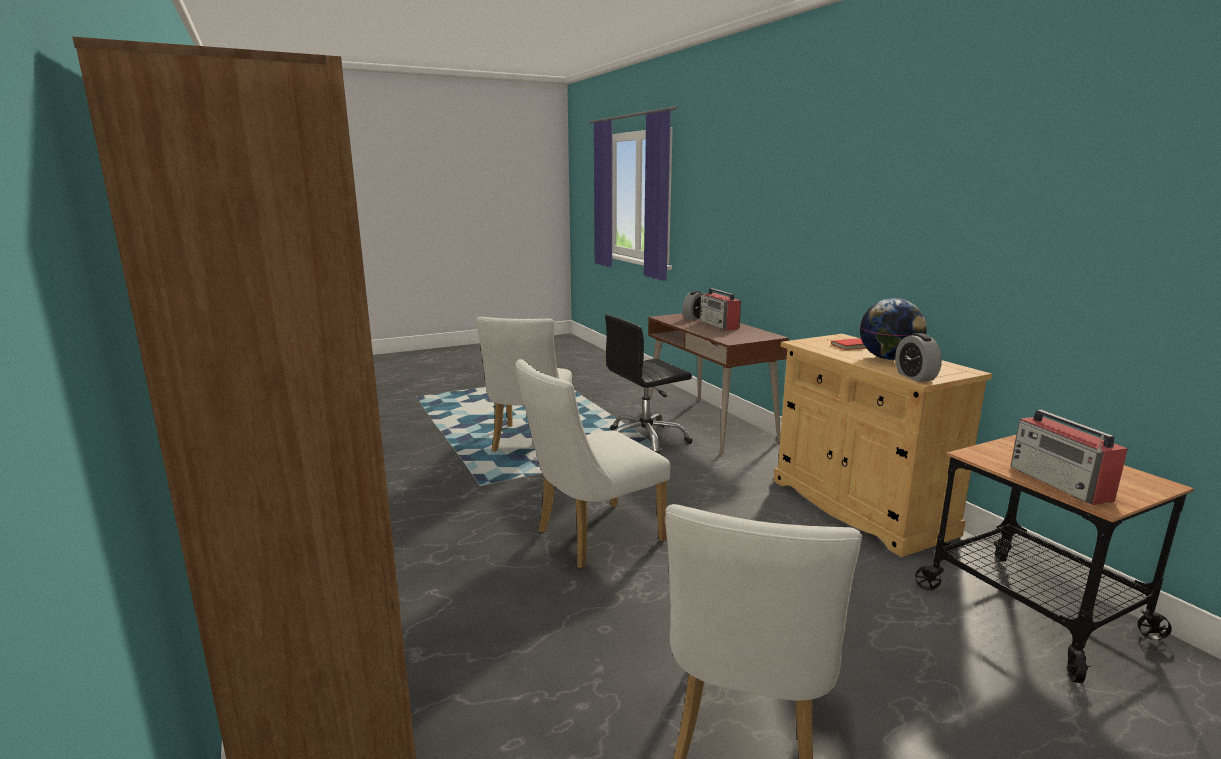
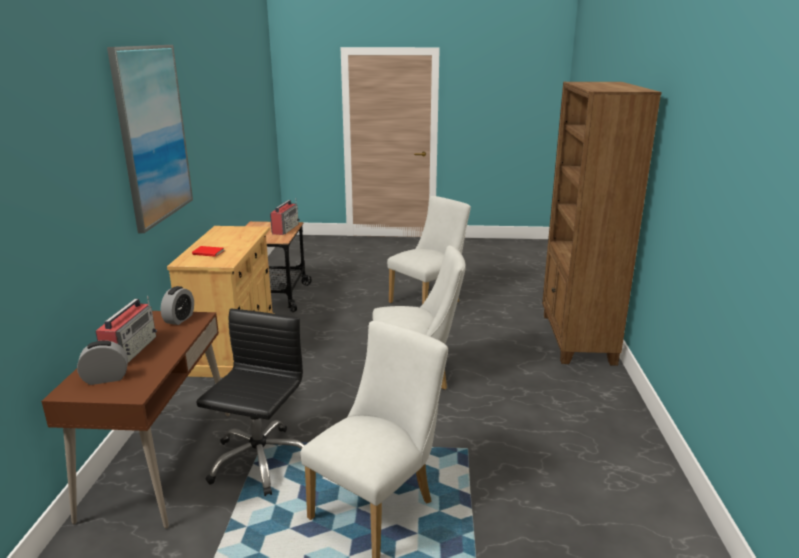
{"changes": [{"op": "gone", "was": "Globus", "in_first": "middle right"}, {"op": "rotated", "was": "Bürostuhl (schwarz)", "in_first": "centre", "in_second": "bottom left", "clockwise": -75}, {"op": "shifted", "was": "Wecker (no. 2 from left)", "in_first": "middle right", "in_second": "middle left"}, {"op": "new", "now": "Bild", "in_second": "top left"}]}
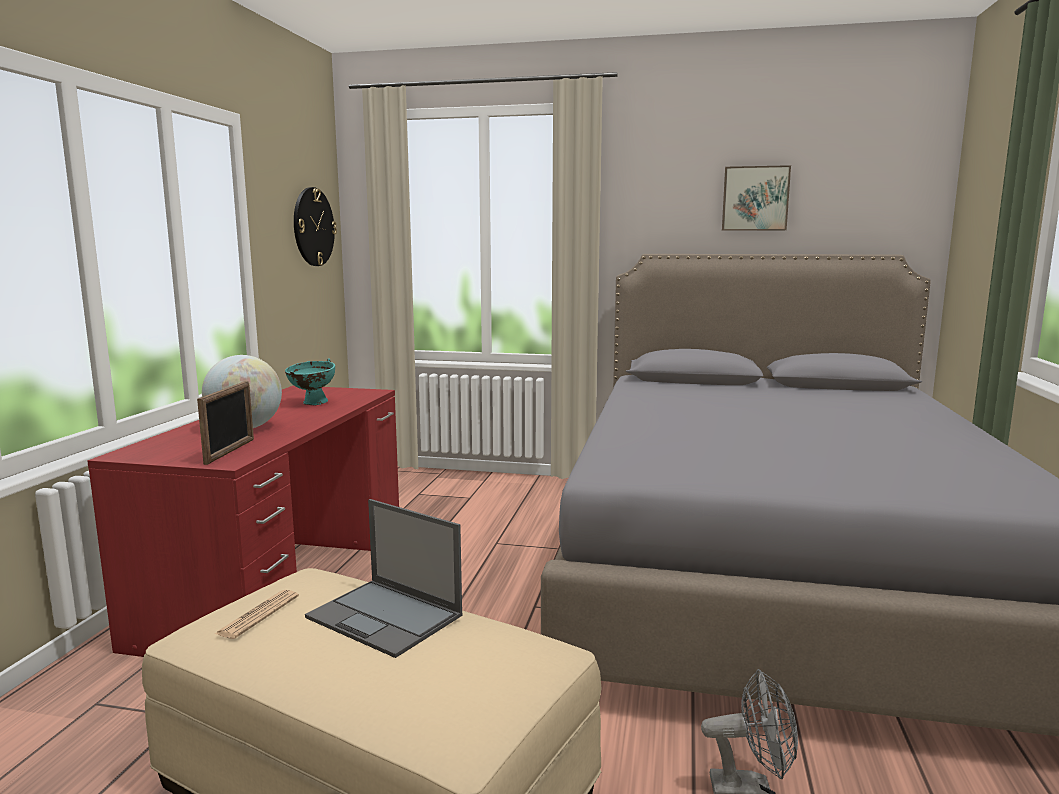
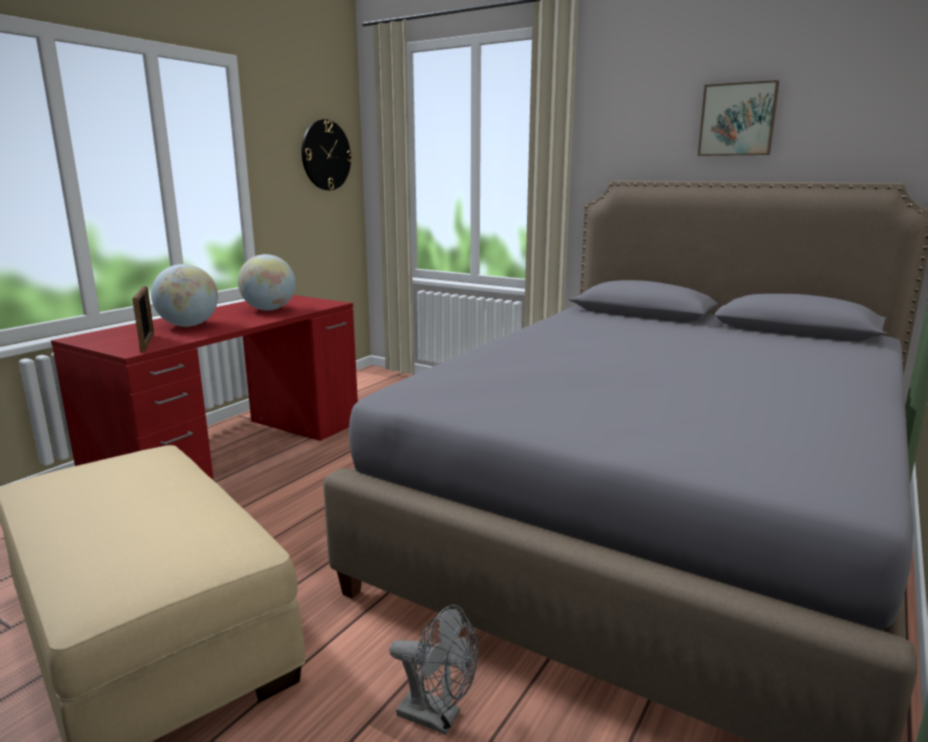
{"changes": [{"op": "swapped", "was": "Schüssel (türkis)", "now": "Globus (no. 2 from left)", "in_first": "middle left", "in_second": "middle left"}, {"op": "rotated", "was": "Bilderrahmen", "in_first": "middle left", "in_second": "middle left", "clockwise": -45}, {"op": "gone", "was": "Laptop", "in_first": "bottom centre"}, {"op": "gone", "was": "Zeitung", "in_first": "bottom left"}]}
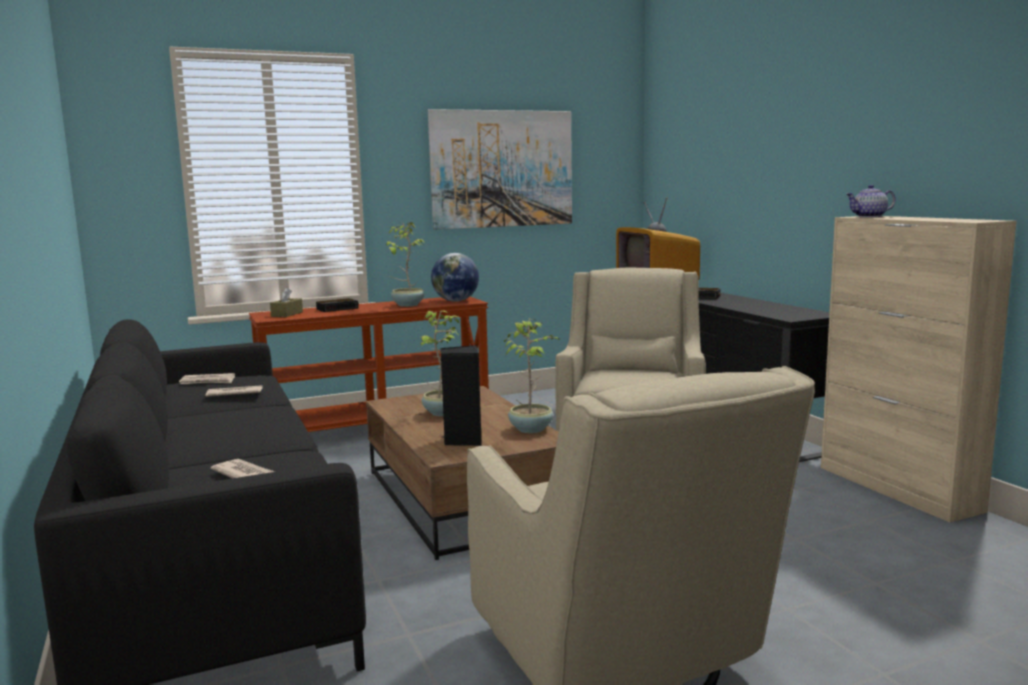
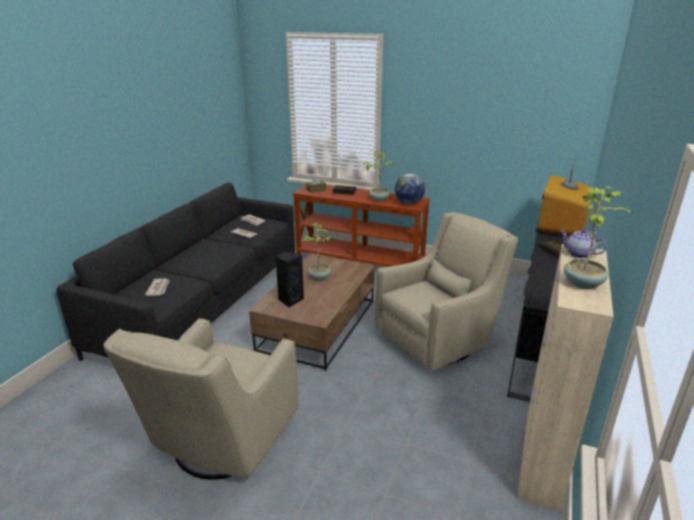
{"changes": [{"op": "gone", "was": "Bild", "in_first": "top centre"}, {"op": "shifted", "was": "Topfpflanze (no. 3 from left)", "in_first": "centre", "in_second": "middle right"}]}
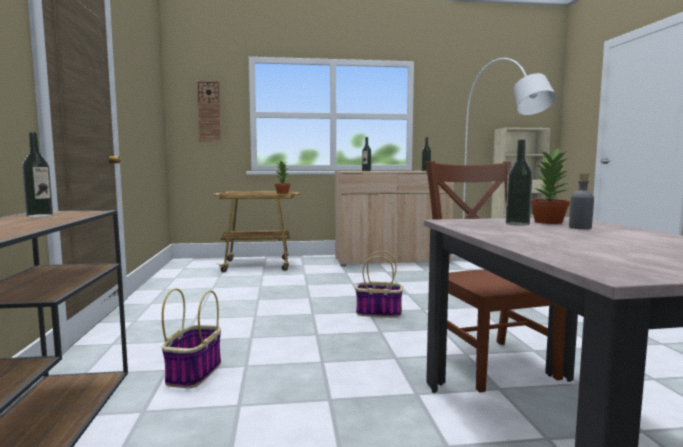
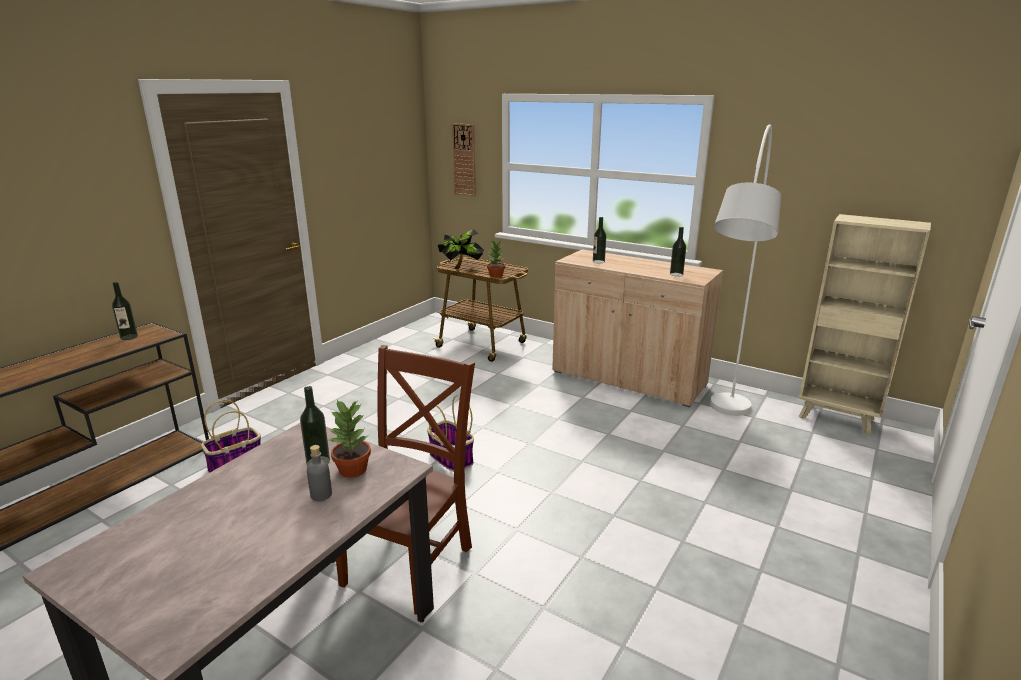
{"changes": [{"op": "new", "now": "Topfpflanze (no. 2 from left)", "in_second": "centre"}]}
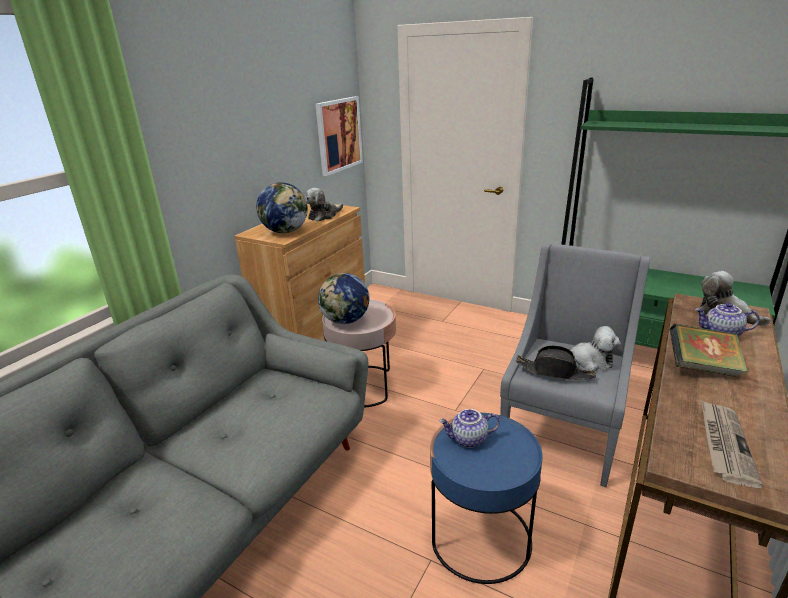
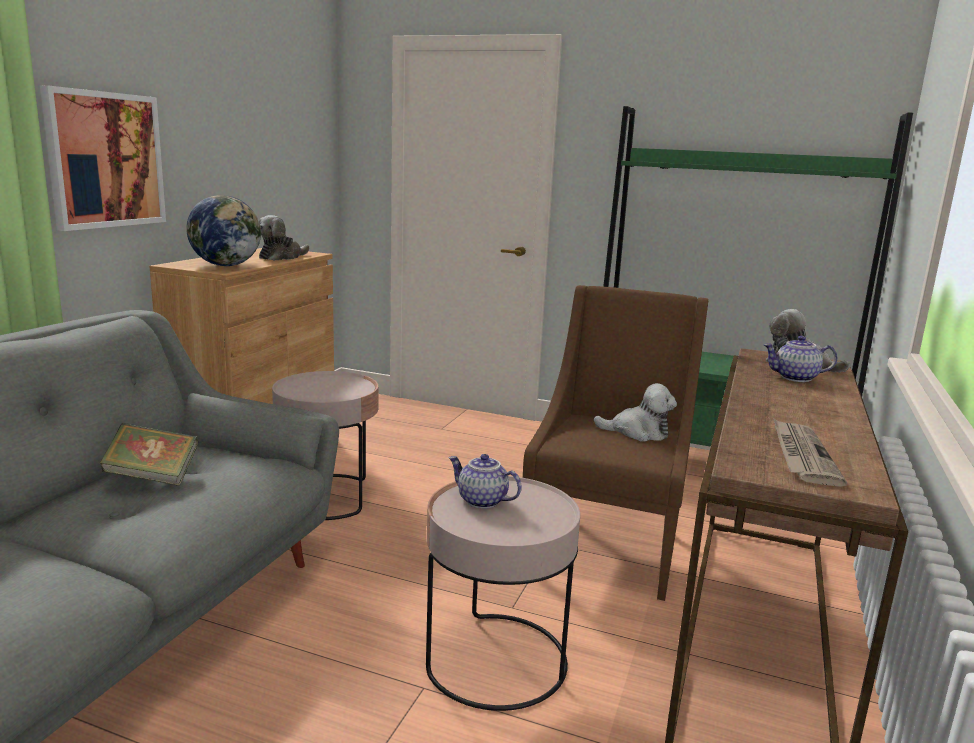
{"changes": [{"op": "shifted", "was": "Bild", "in_first": "top centre", "in_second": "top left"}, {"op": "repainted", "was": "Sessel (grau)", "now": "Sessel (braun)", "in_first": "middle right", "in_second": "centre"}, {"op": "gone", "was": "Globus (no. 2 from left)", "in_first": "centre"}, {"op": "shifted", "was": "Buch", "in_first": "middle right", "in_second": "middle left"}, {"op": "gone", "was": "Hut (schwarz)", "in_first": "middle right"}, {"op": "rotated", "was": "Teekanne (no. 1 from left)", "in_first": "bottom centre", "in_second": "centre", "clockwise": 45}, {"op": "repainted", "was": "Beistelltisch (blau)", "now": "Beistelltisch (rosa) (no. 2 from left)", "in_first": "bottom centre", "in_second": "bottom centre"}]}
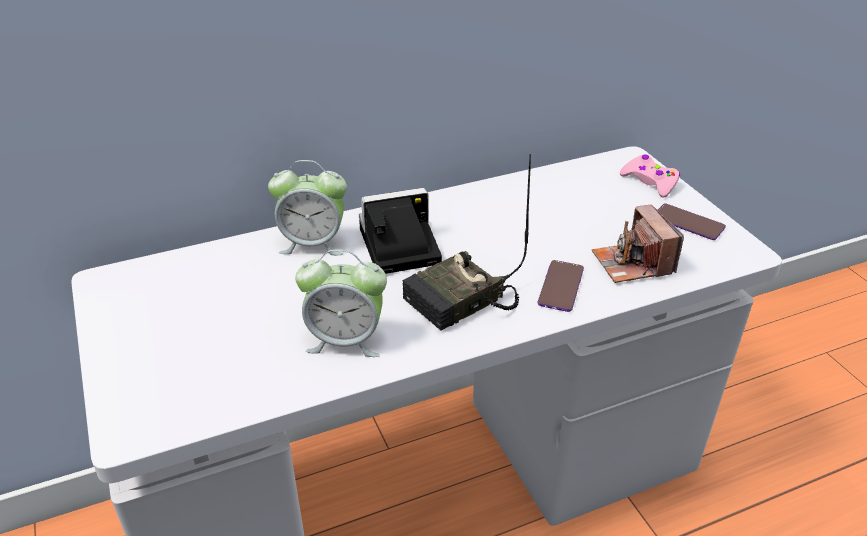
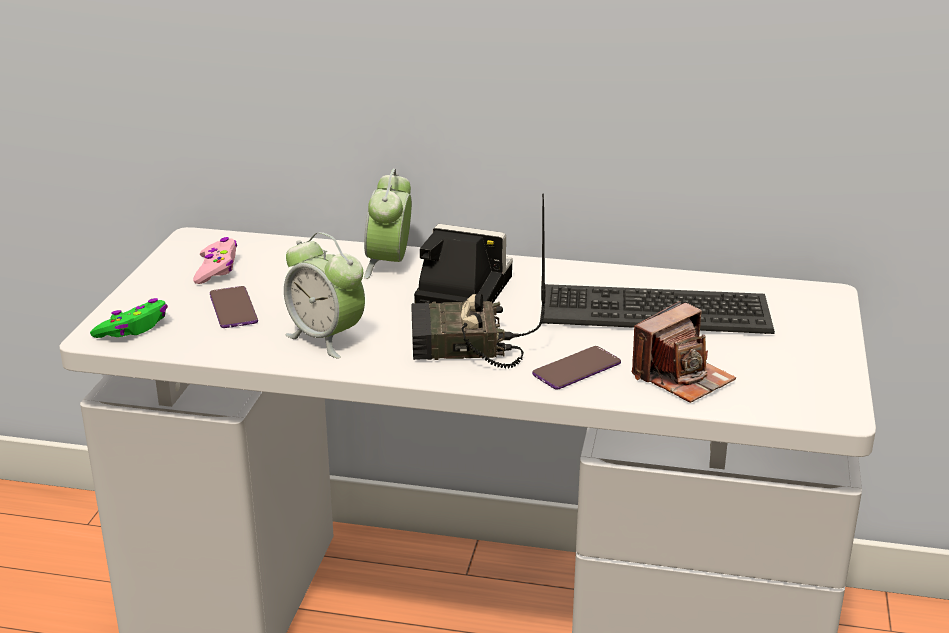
{"changes": [{"op": "shifted", "was": "Gamepad (rosa)", "in_first": "top right", "in_second": "middle left"}, {"op": "rotated", "was": "Wecker (no. 1 from left in the first image)", "in_first": "centre", "in_second": "centre", "clockwise": 60}, {"op": "rotated", "was": "Kamera (no. 2 from left)", "in_first": "middle right", "in_second": "middle right", "clockwise": -150}, {"op": "shifted", "was": "Handy (no. 2 from left in the first image)", "now": "Handy (no. 1 from left)", "in_first": "middle right", "in_second": "middle left"}, {"op": "new", "now": "Tastatur", "in_second": "middle right"}, {"op": "new", "now": "Gamepad (grün)", "in_second": "middle left"}]}
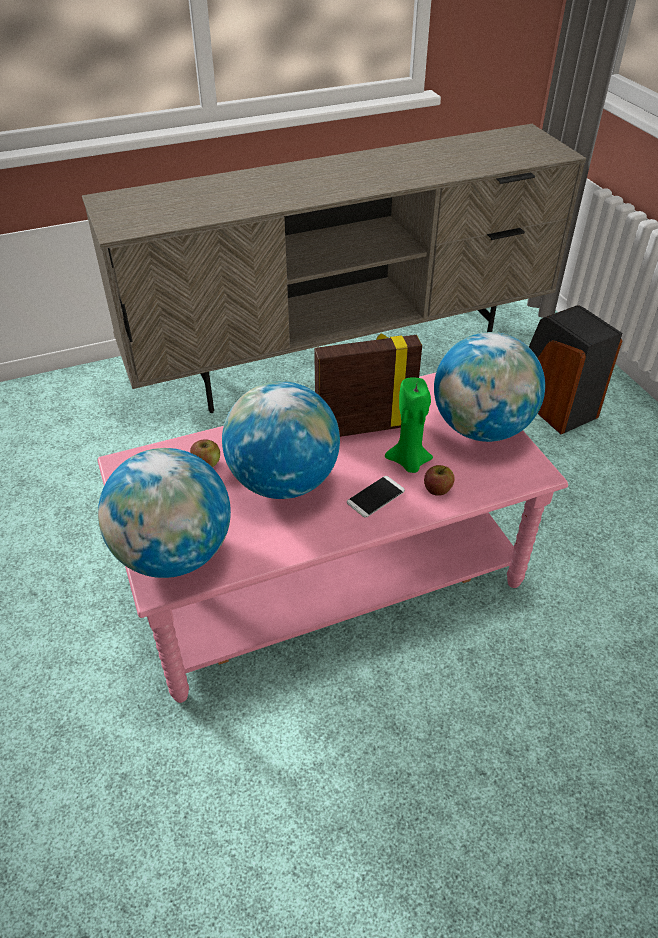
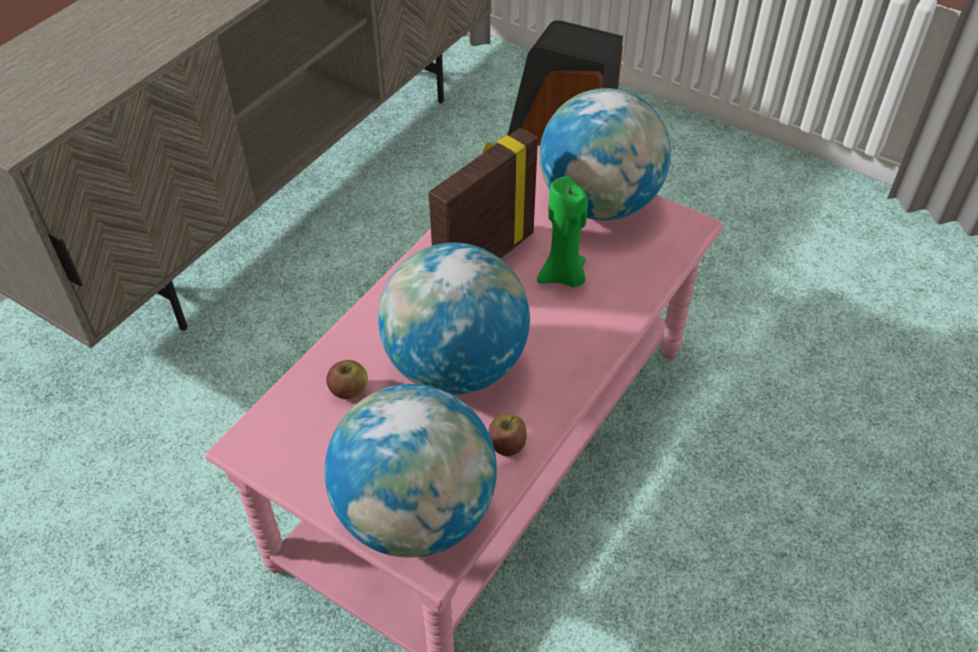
{"changes": [{"op": "shifted", "was": "Apfel (no. 2 from left)", "in_first": "middle right", "in_second": "bottom centre"}, {"op": "gone", "was": "Handy", "in_first": "centre"}]}
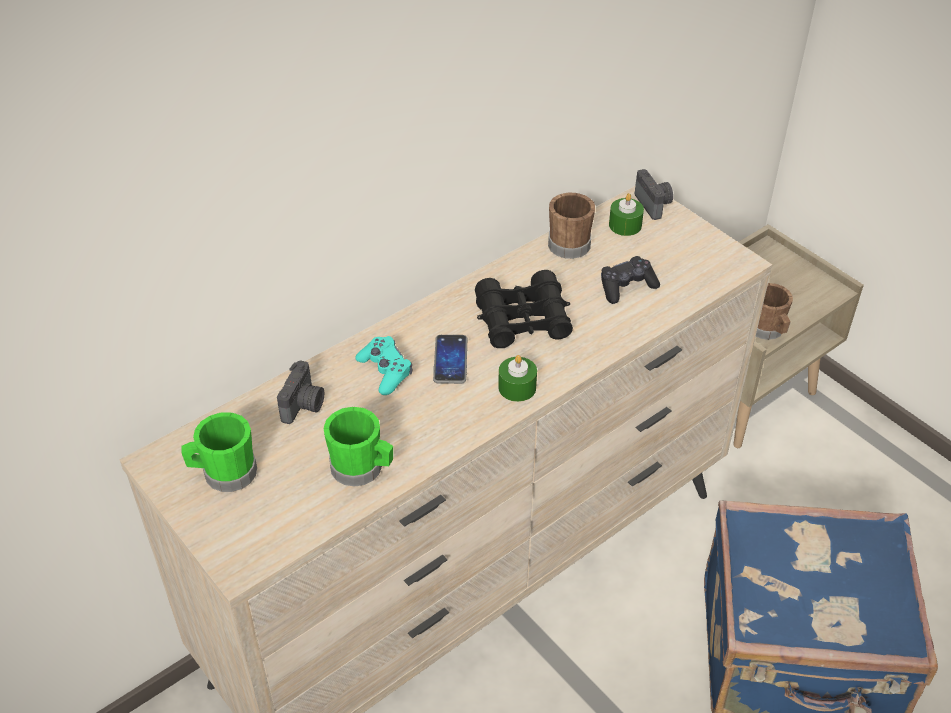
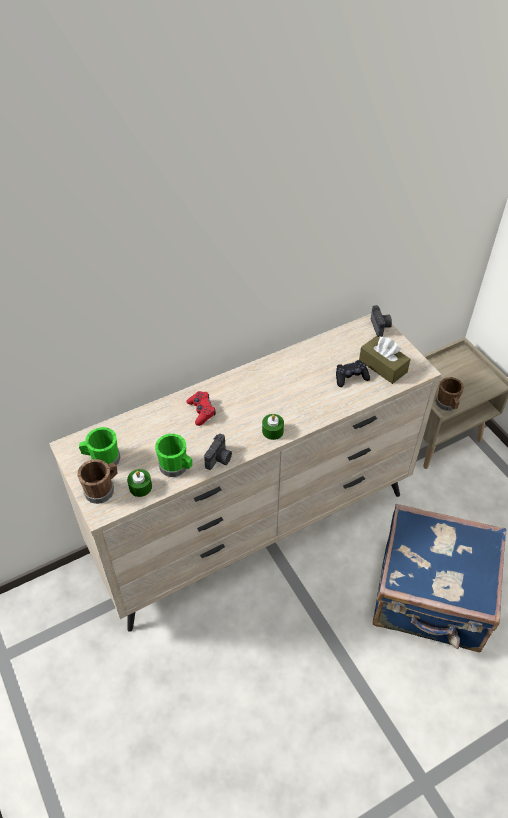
{"changes": [{"op": "shifted", "was": "Henkelbecher (braun) (no. 1 from left)", "in_first": "top centre", "in_second": "middle left"}, {"op": "shifted", "was": "Kerze (grün) (no. 2 from left in the first image)", "now": "Kerze (grün) (no. 1 from left)", "in_first": "top centre", "in_second": "middle left"}, {"op": "gone", "was": "Fernglas (schwarz)", "in_first": "centre"}, {"op": "gone", "was": "Handy", "in_first": "centre"}, {"op": "repainted", "was": "Gamepad (türkis)", "now": "Gamepad (rot)", "in_first": "centre", "in_second": "centre"}, {"op": "shifted", "was": "Kamera (no. 1 from left)", "in_first": "middle left", "in_second": "centre"}, {"op": "new", "now": "Taschentuchbox (braun)", "in_second": "middle right"}]}
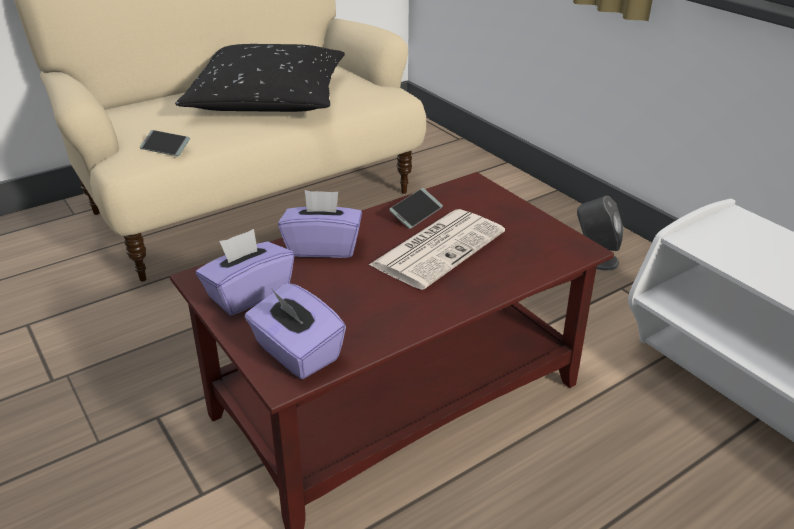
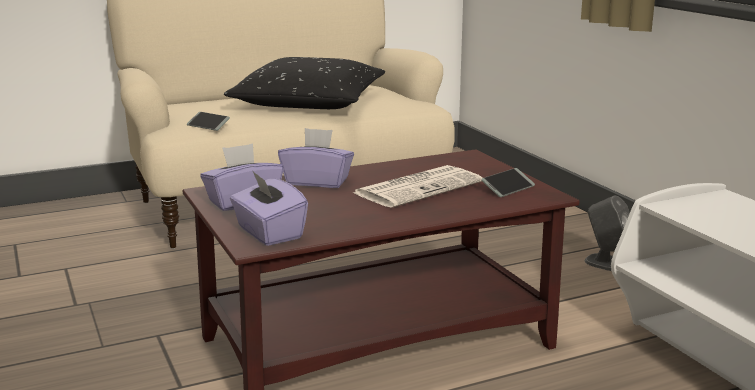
{"changes": [{"op": "shifted", "was": "Handy (no. 2 from left)", "in_first": "centre", "in_second": "middle right"}]}
